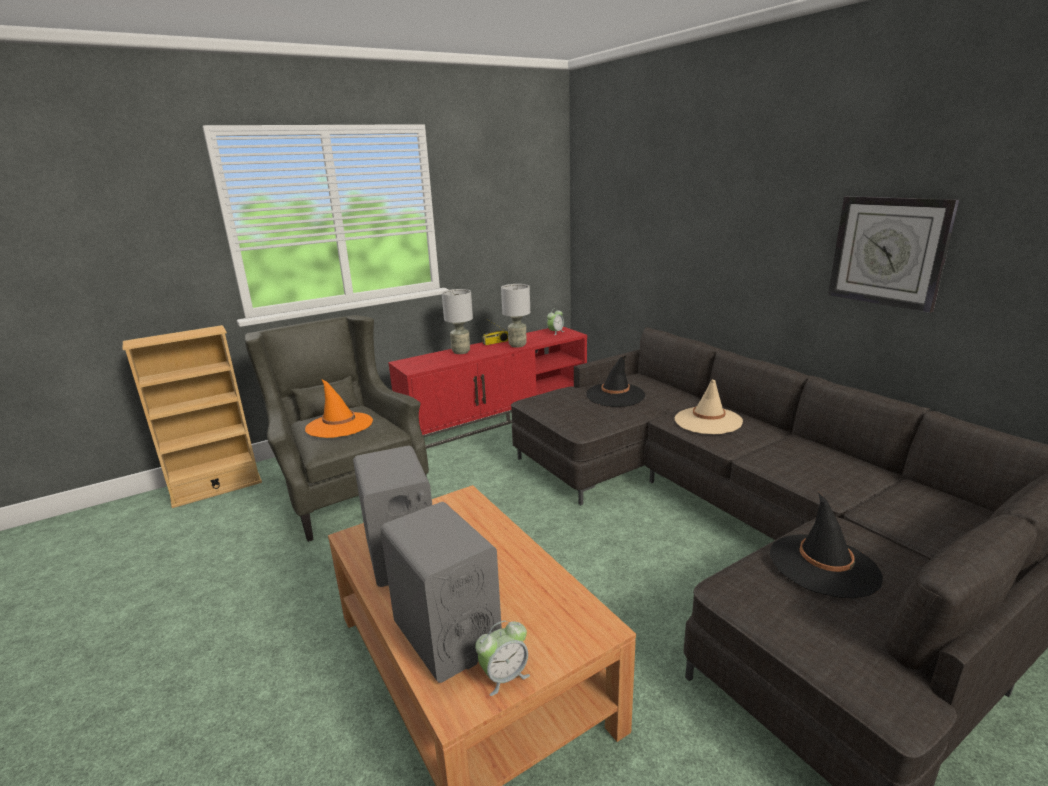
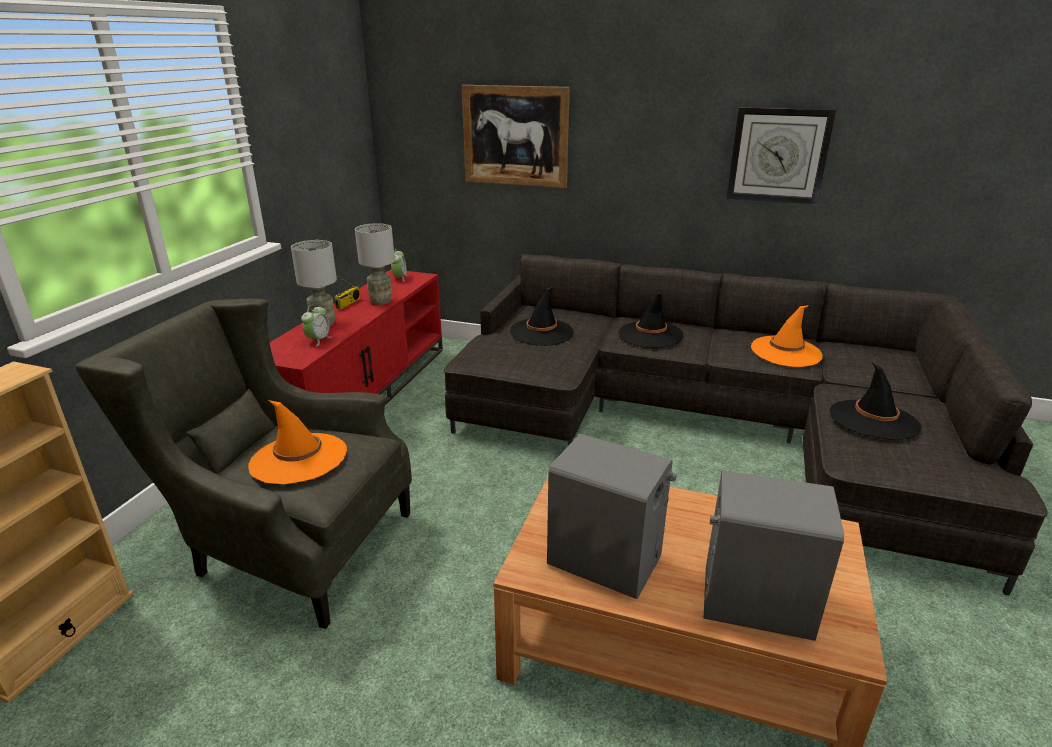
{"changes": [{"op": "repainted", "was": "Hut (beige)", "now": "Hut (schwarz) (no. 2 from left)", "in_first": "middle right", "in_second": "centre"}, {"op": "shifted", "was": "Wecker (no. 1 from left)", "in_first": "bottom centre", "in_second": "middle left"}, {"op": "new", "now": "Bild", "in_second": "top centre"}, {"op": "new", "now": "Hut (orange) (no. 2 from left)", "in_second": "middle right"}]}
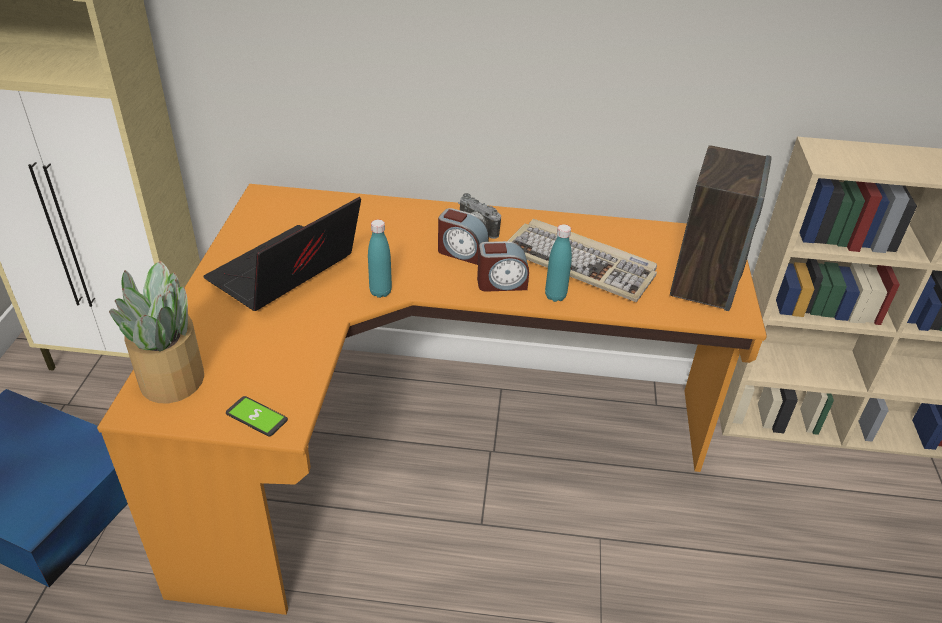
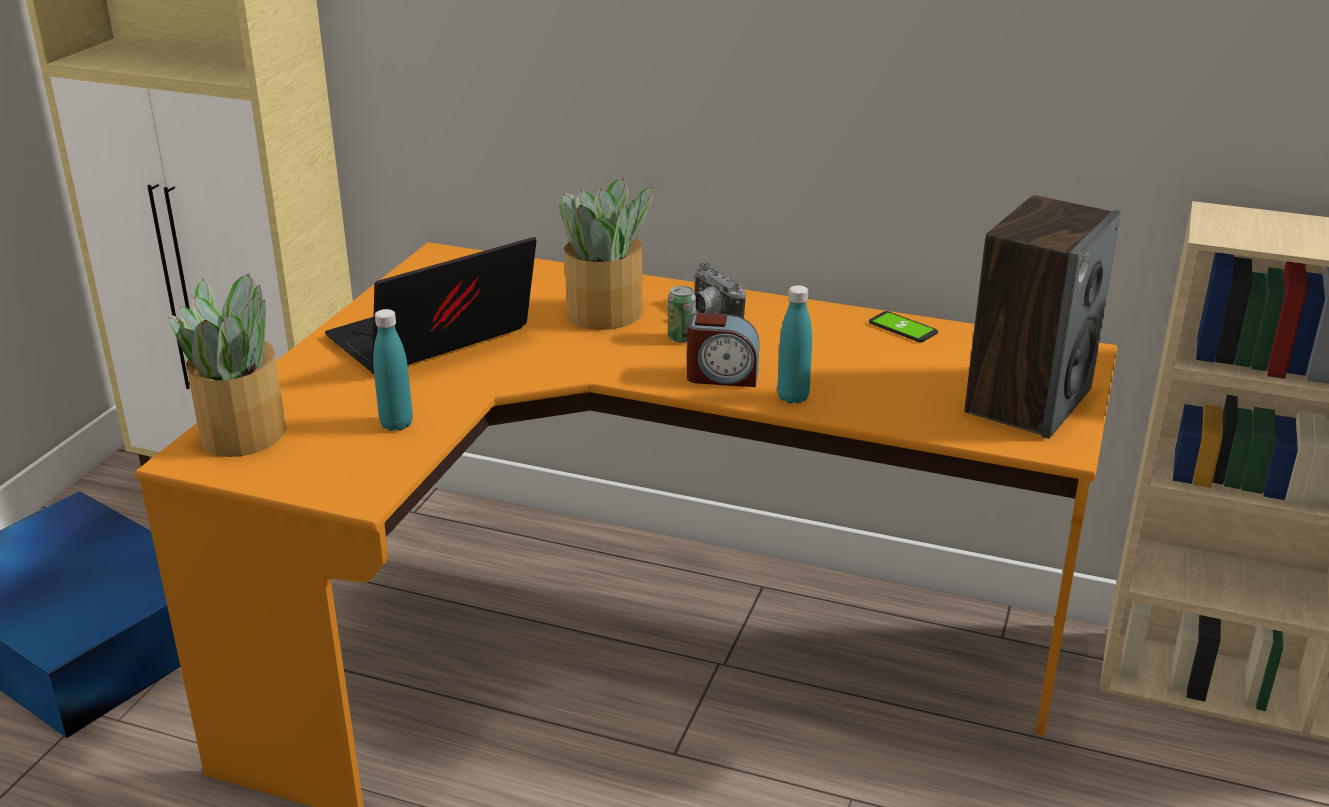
{"changes": [{"op": "swapped", "was": "Wecker (no. 1 from left)", "now": "Dose", "in_first": "centre", "in_second": "centre"}, {"op": "gone", "was": "Tastatur", "in_first": "centre"}, {"op": "shifted", "was": "Flasche (türkis) (no. 1 from left)", "in_first": "centre", "in_second": "middle left"}, {"op": "shifted", "was": "Handy", "in_first": "bottom left", "in_second": "middle right"}, {"op": "new", "now": "Topfpflanze (no. 2 from left)", "in_second": "top centre"}]}
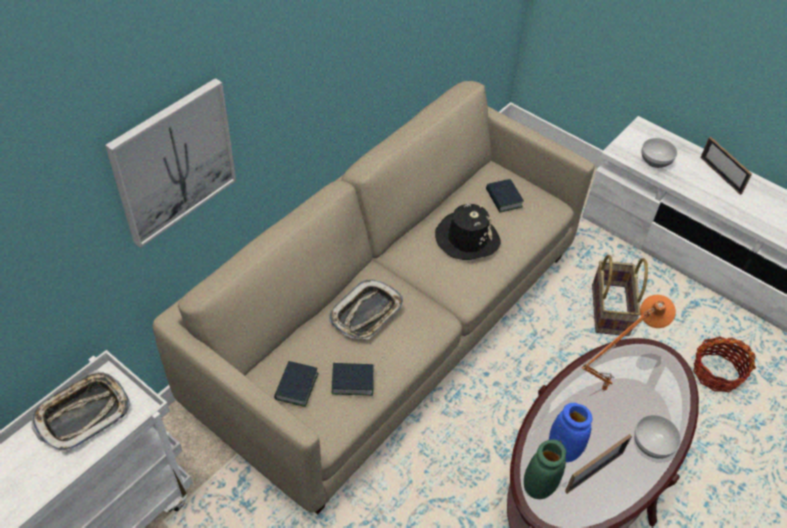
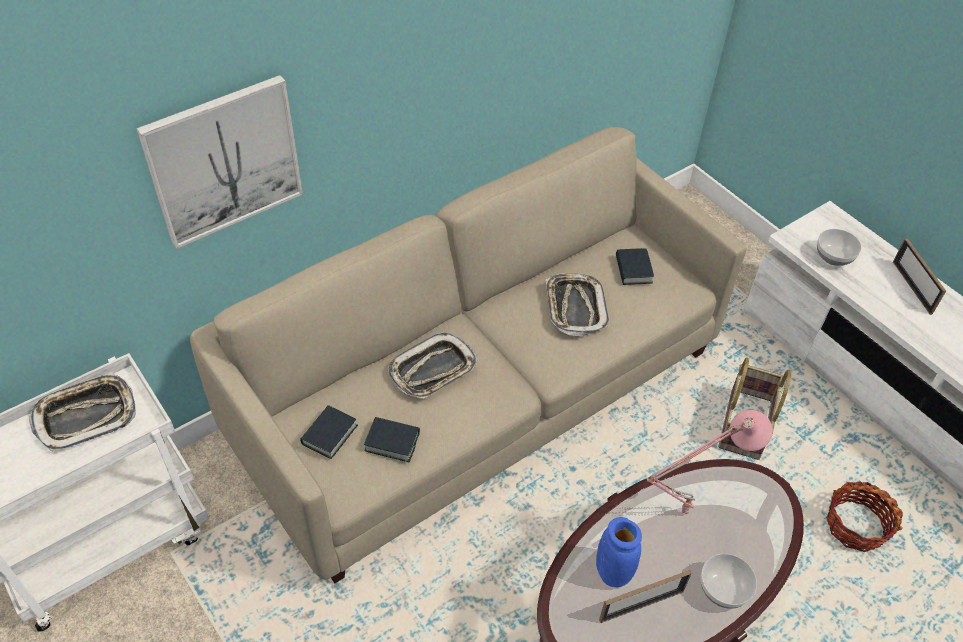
{"changes": [{"op": "swapped", "was": "Hut (schwarz)", "now": "Tablett (no. 3 from left)", "in_first": "centre", "in_second": "centre"}, {"op": "repainted", "was": "Tischlampe (orange)", "now": "Tischlampe (rosa)", "in_first": "middle right", "in_second": "bottom right"}, {"op": "gone", "was": "Vase (grün)", "in_first": "bottom right"}]}
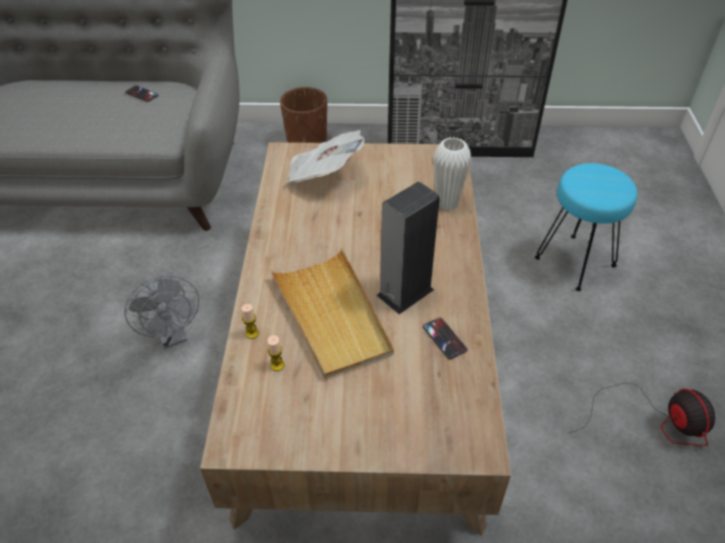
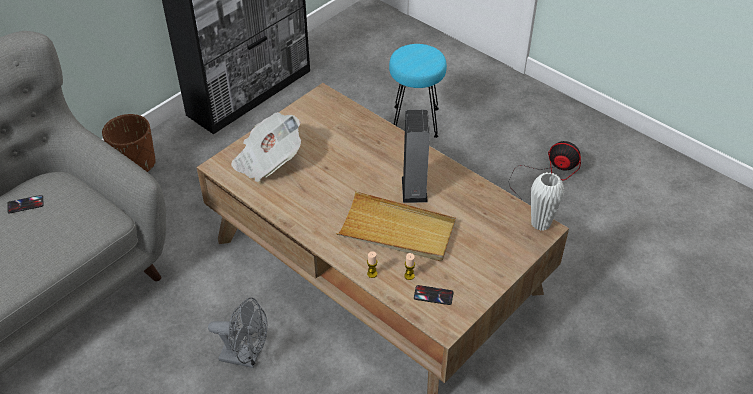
{"changes": [{"op": "shifted", "was": "Vase (weiß)", "in_first": "top centre", "in_second": "middle right"}, {"op": "shifted", "was": "Handy (no. 2 from left)", "in_first": "centre", "in_second": "bottom centre"}]}
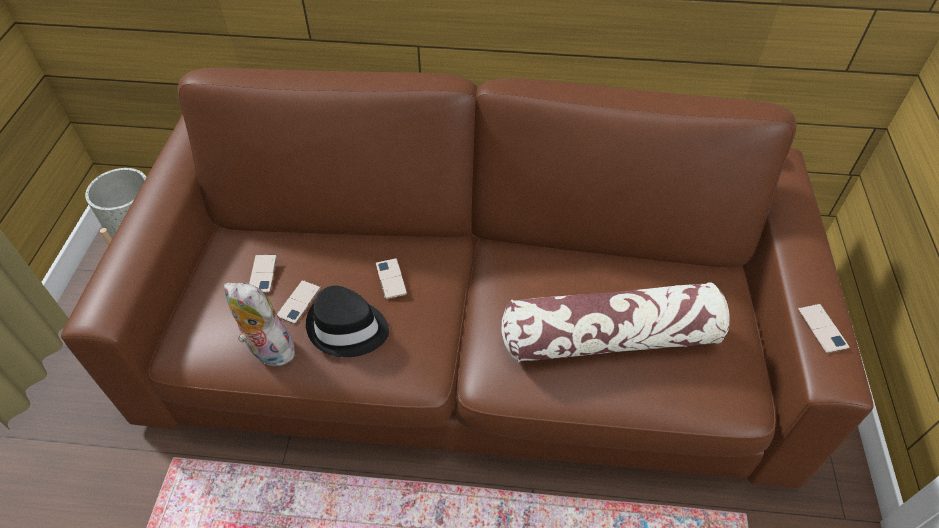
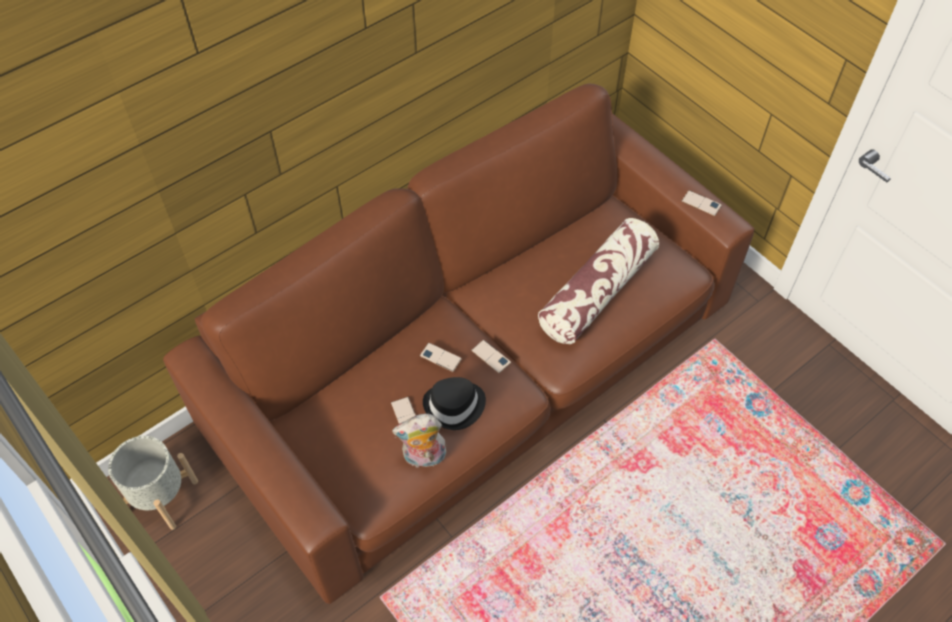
{"changes": [{"op": "shifted", "was": "Handy (no. 1 from left in the first image)", "now": "Handy (no. 3 from left)", "in_first": "middle left", "in_second": "centre"}]}
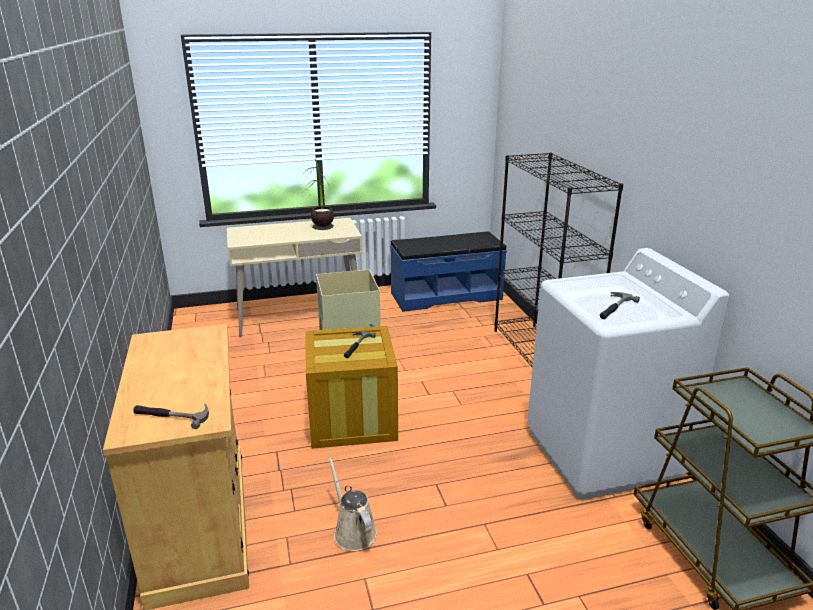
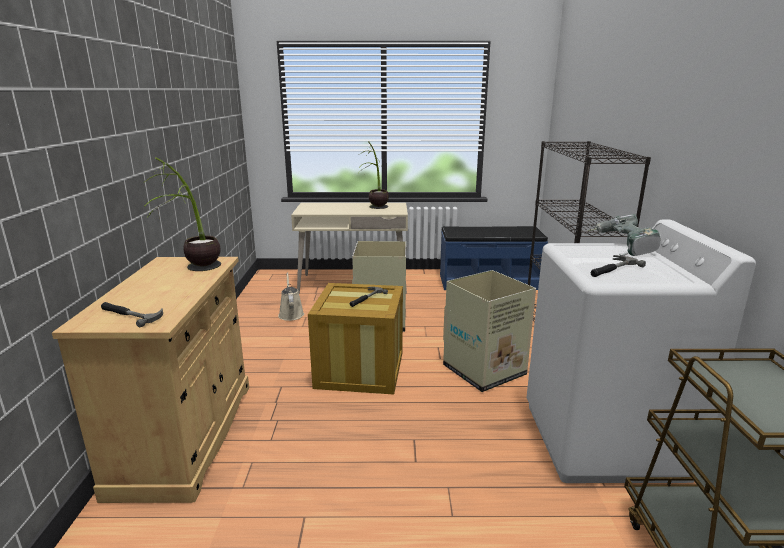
{"changes": [{"op": "shifted", "was": "Gießkanne (beige)", "in_first": "bottom centre", "in_second": "centre"}, {"op": "new", "now": "Topfpflanze (no. 1 from left)", "in_second": "middle left"}, {"op": "new", "now": "Bohrmaschine", "in_second": "middle right"}, {"op": "new", "now": "Karton (no. 2 from left)", "in_second": "centre"}]}
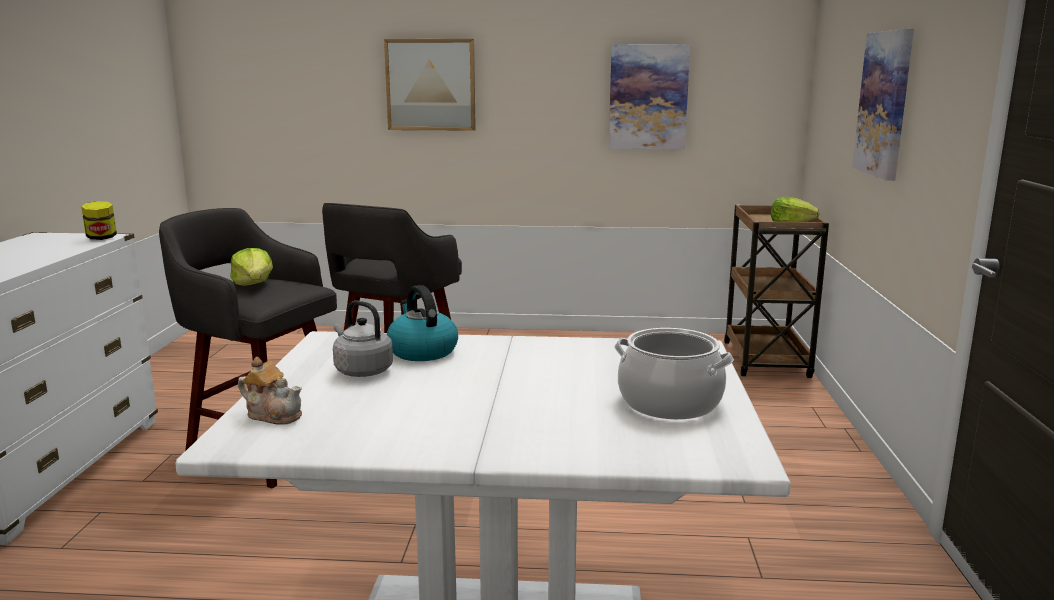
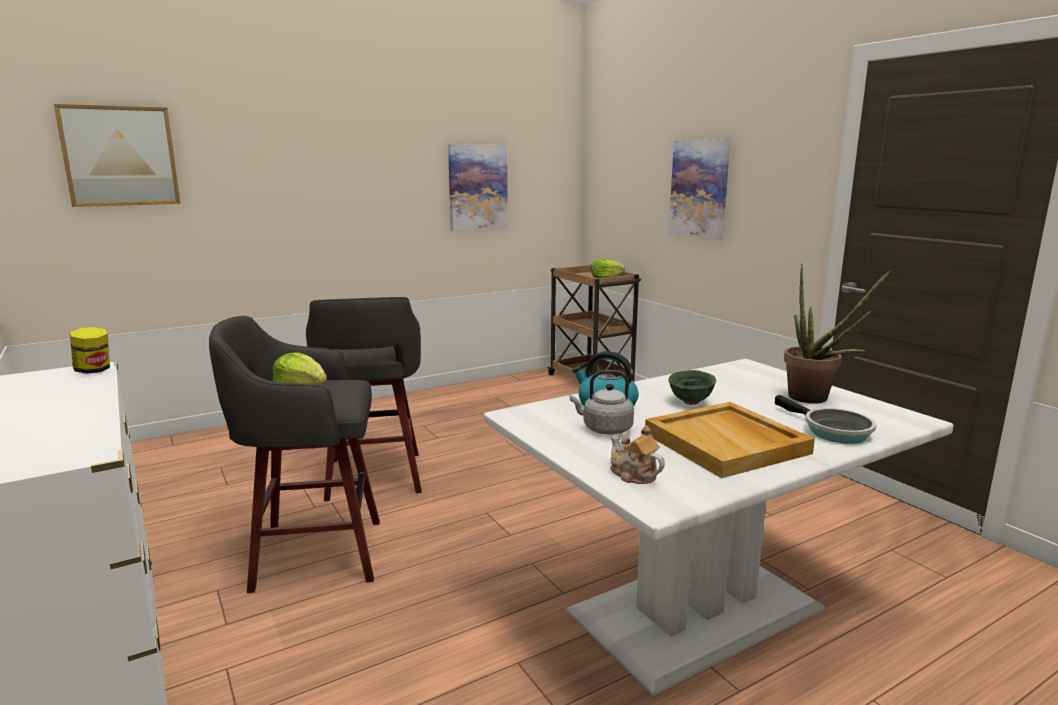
{"changes": [{"op": "shifted", "was": "Bild (no. 1 from left)", "in_first": "top centre", "in_second": "top left"}, {"op": "swapped", "was": "Kochtopf", "now": "Topfpflanze", "in_first": "centre", "in_second": "middle right"}, {"op": "rotated", "was": "Teekanne", "in_first": "middle left", "in_second": "centre", "clockwise": -120}, {"op": "new", "now": "Schüssel (grün)", "in_second": "centre"}, {"op": "new", "now": "Pfanne", "in_second": "middle right"}, {"op": "new", "now": "Tablett (beige)", "in_second": "middle right"}]}
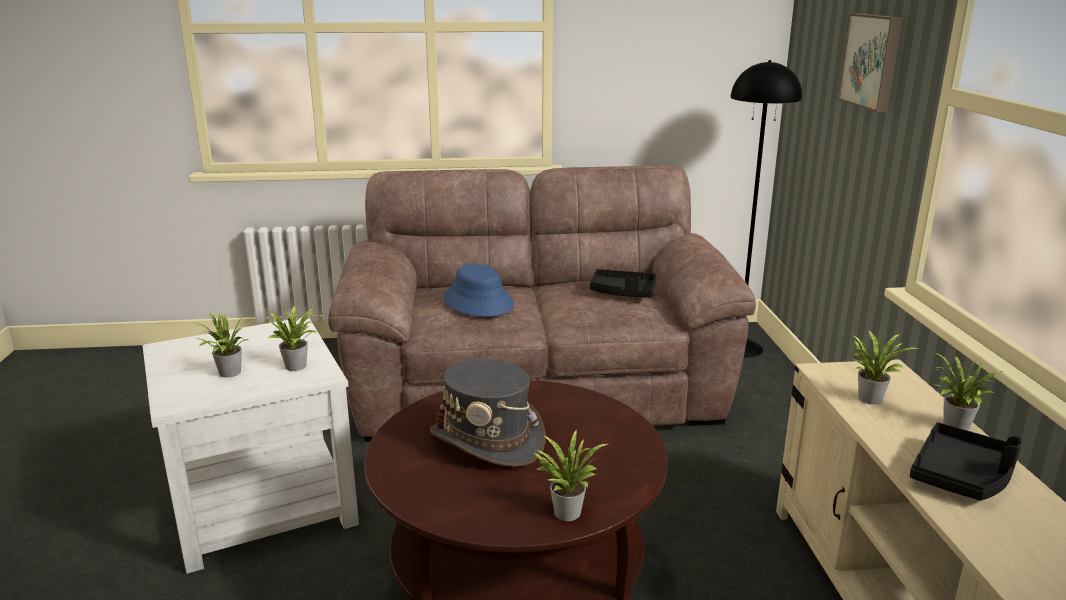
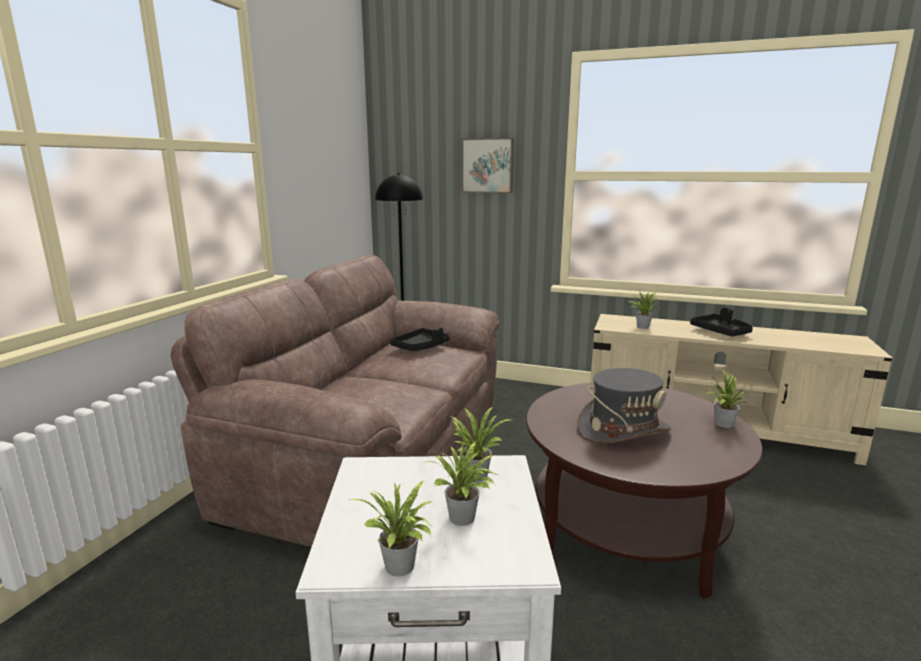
{"changes": [{"op": "gone", "was": "Hut (blau)", "in_first": "centre"}, {"op": "shifted", "was": "Topfpflanze (no. 5 from left in the first image)", "now": "Topfpflanze (no. 1 from left)", "in_first": "middle right", "in_second": "bottom centre"}]}
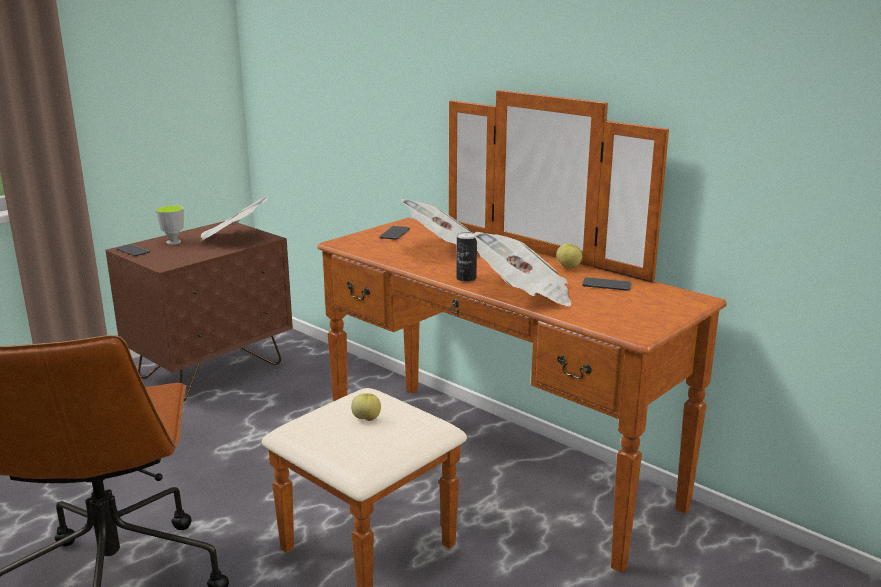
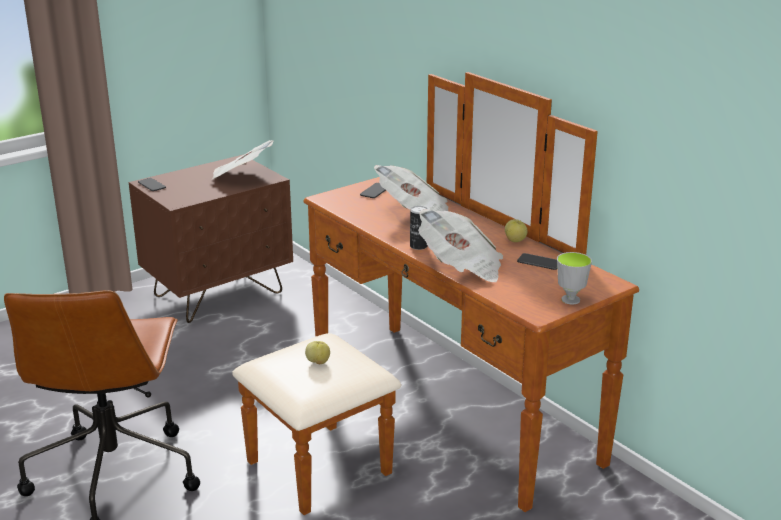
{"changes": [{"op": "shifted", "was": "Tasse", "in_first": "middle left", "in_second": "middle right"}]}
